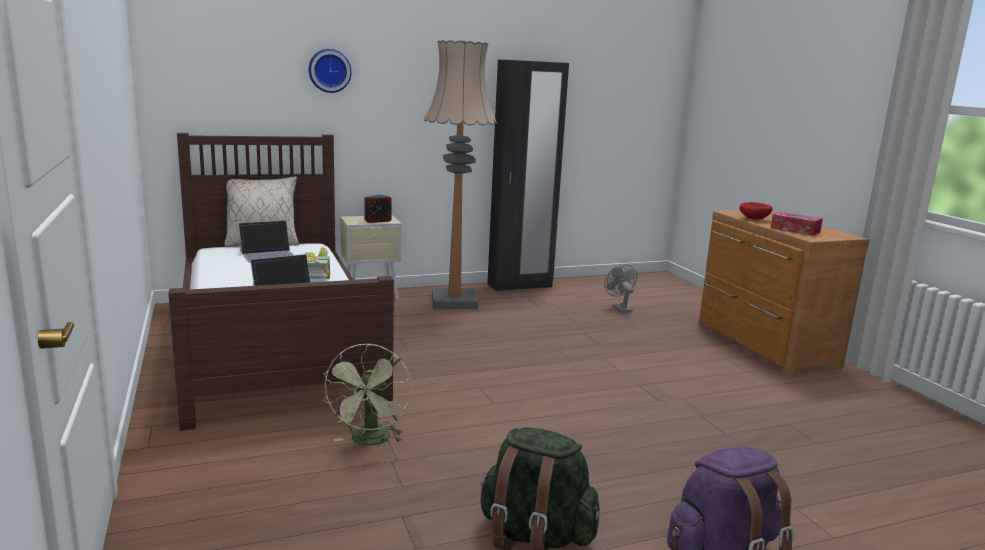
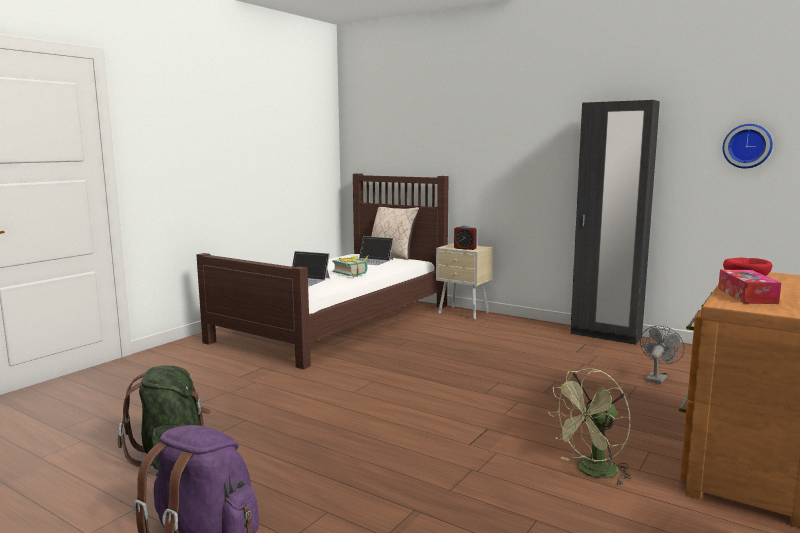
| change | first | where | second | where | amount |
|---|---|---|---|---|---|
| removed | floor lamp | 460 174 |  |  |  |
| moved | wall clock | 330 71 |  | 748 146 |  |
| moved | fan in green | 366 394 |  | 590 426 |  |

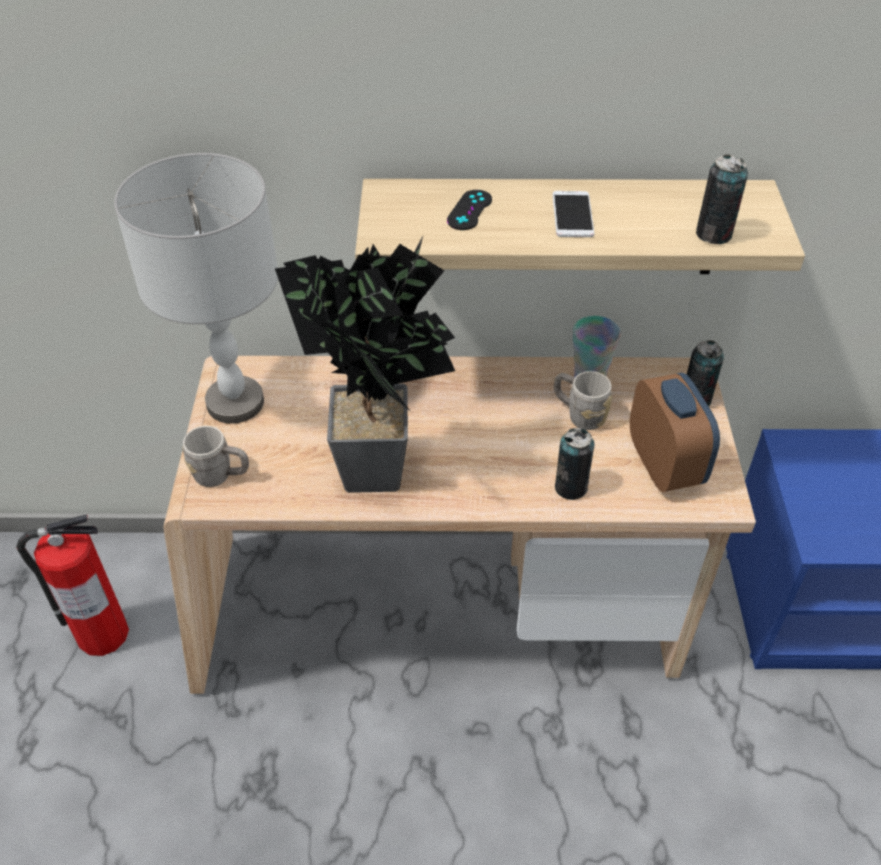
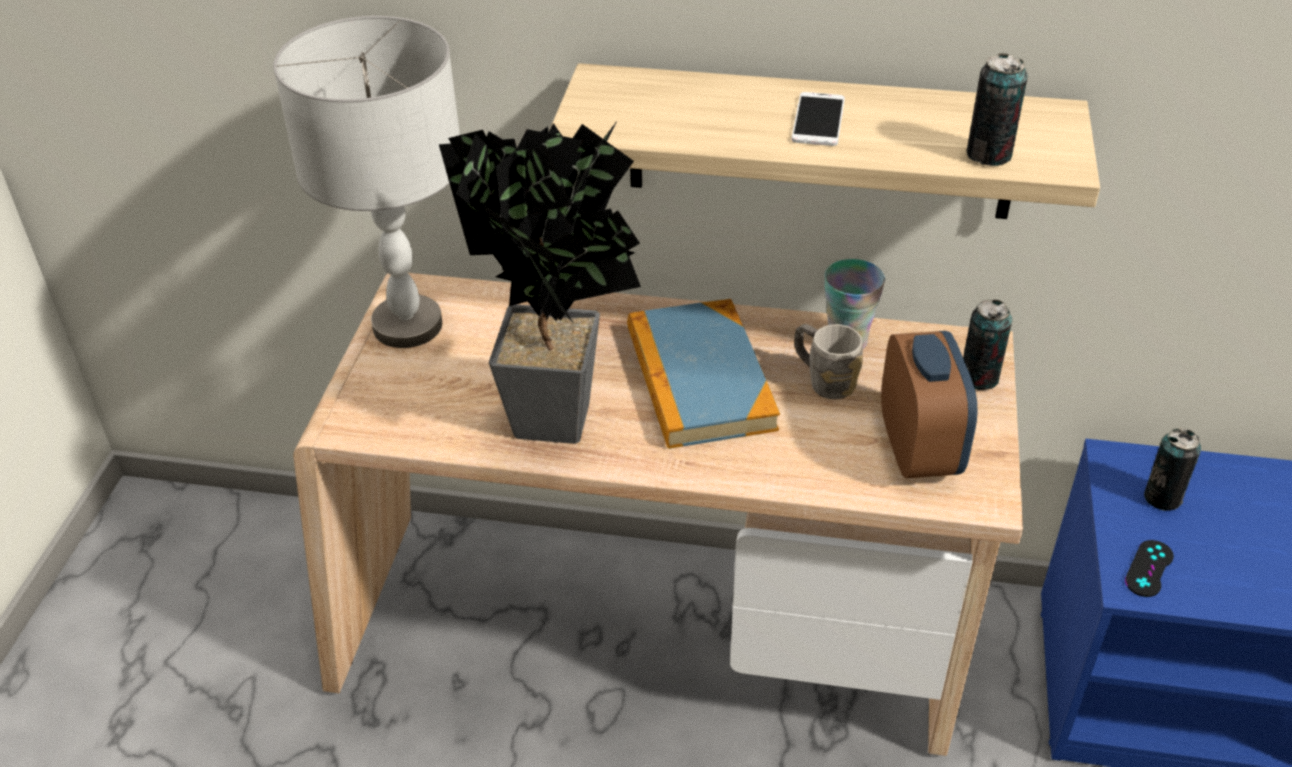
| change | first | where | second | where | amount |
|---|---|---|---|---|---|
| moved | game controller in black | 469 210 |  | 1149 568 |  |
| removed | mug in grey | 215 456 |  |  |  |
| moved | can | 575 464 |  | 1172 469 |  |
| removed | fire extinguisher | 72 585 |  |  |  |
| added |  |  | book | 703 374 |  |

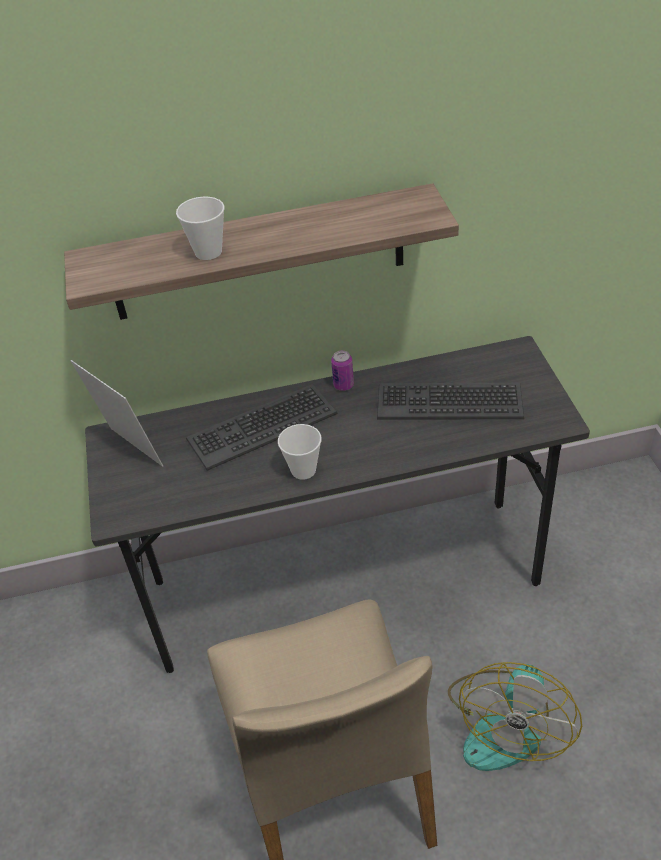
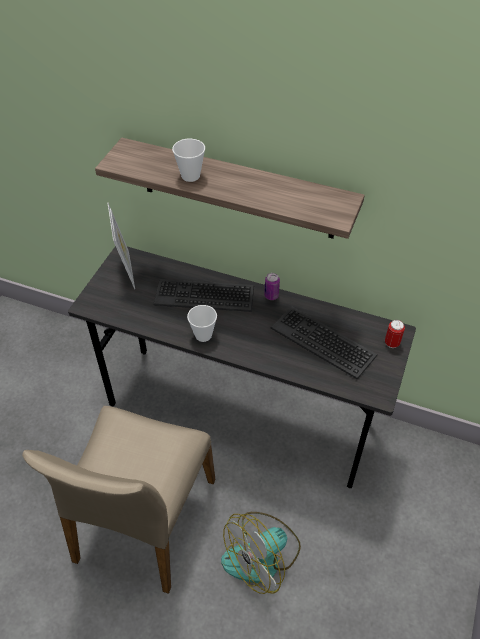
| change | first | where | second | where | amount |
|---|---|---|---|---|---|
| added |  |  | can | 395 334 |  |

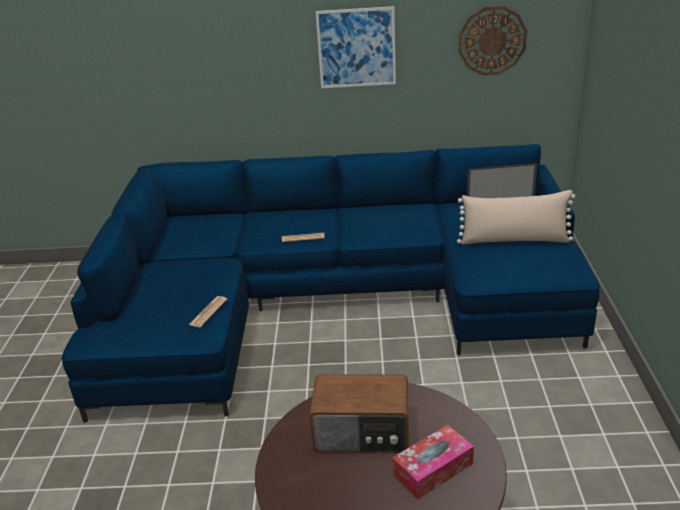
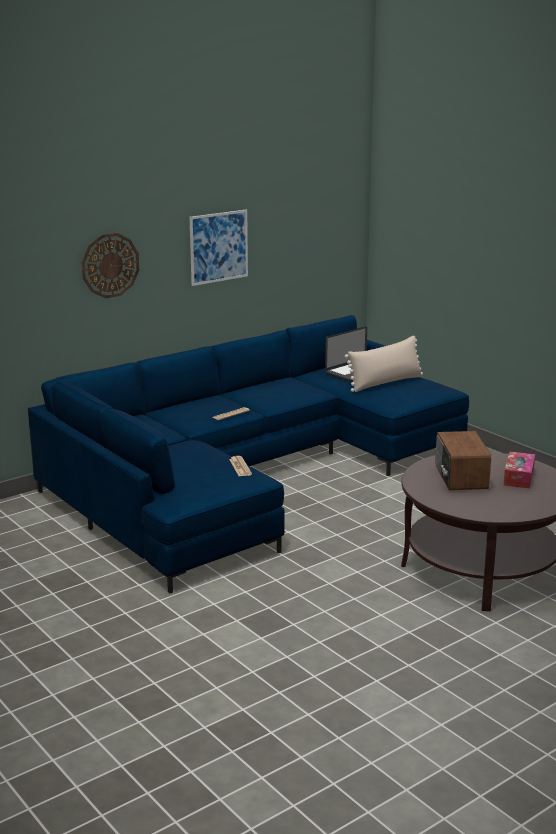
| change | first | where | second | where | amount |
|---|---|---|---|---|---|
| moved | wall clock | 492 40 |  | 110 265 |  |
| turned | radio | 359 413 |  | 463 460 | 120 degrees clockwise |

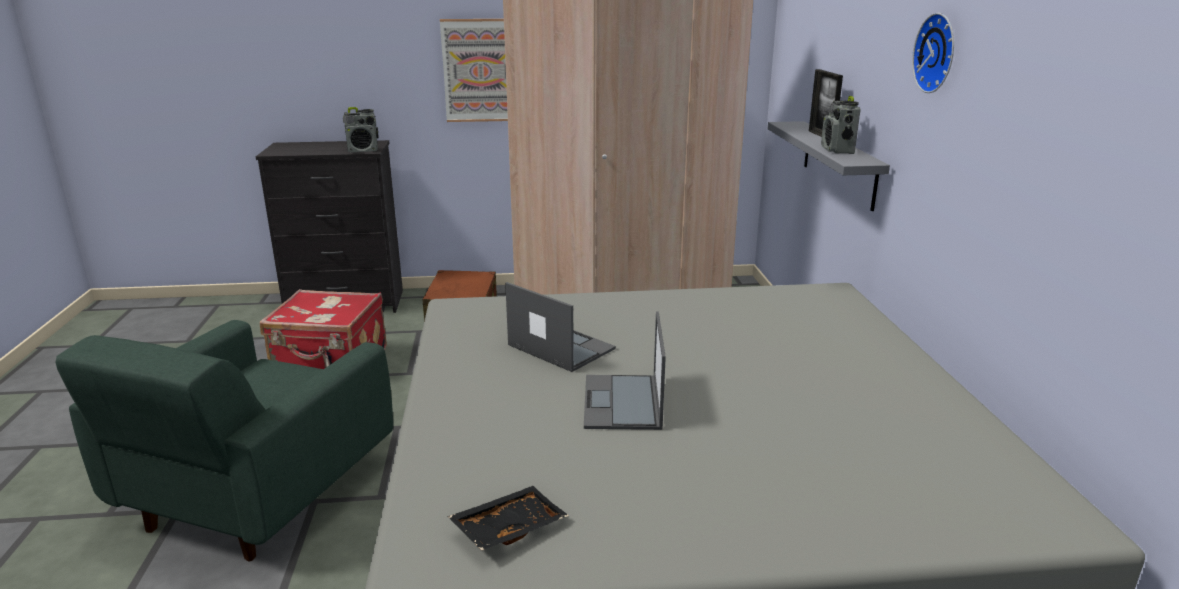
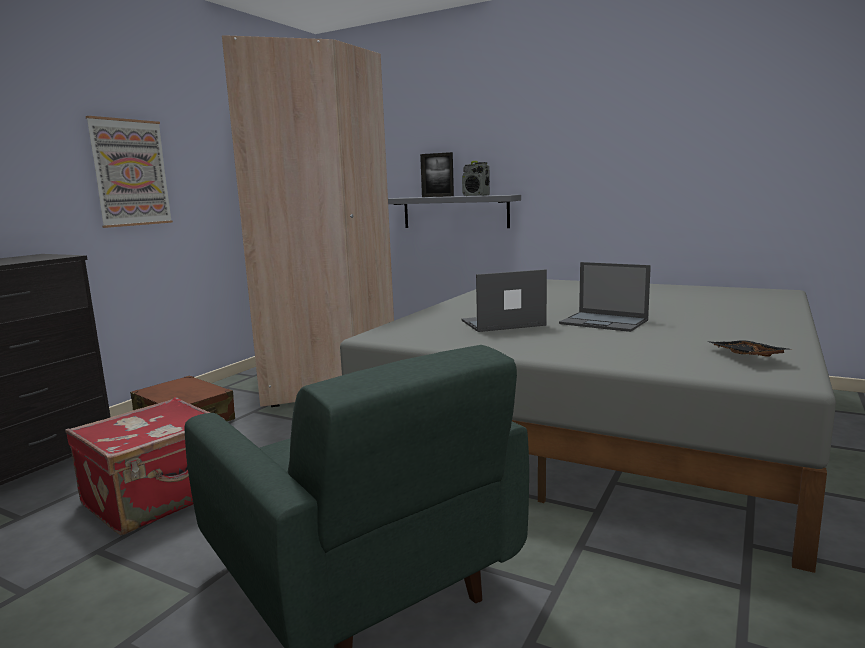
| change | first | where | second | where | amount |
|---|---|---|---|---|---|
| removed | wall clock | 933 53 |  |  |  |
| removed | radio | 361 129 |  |  |  |

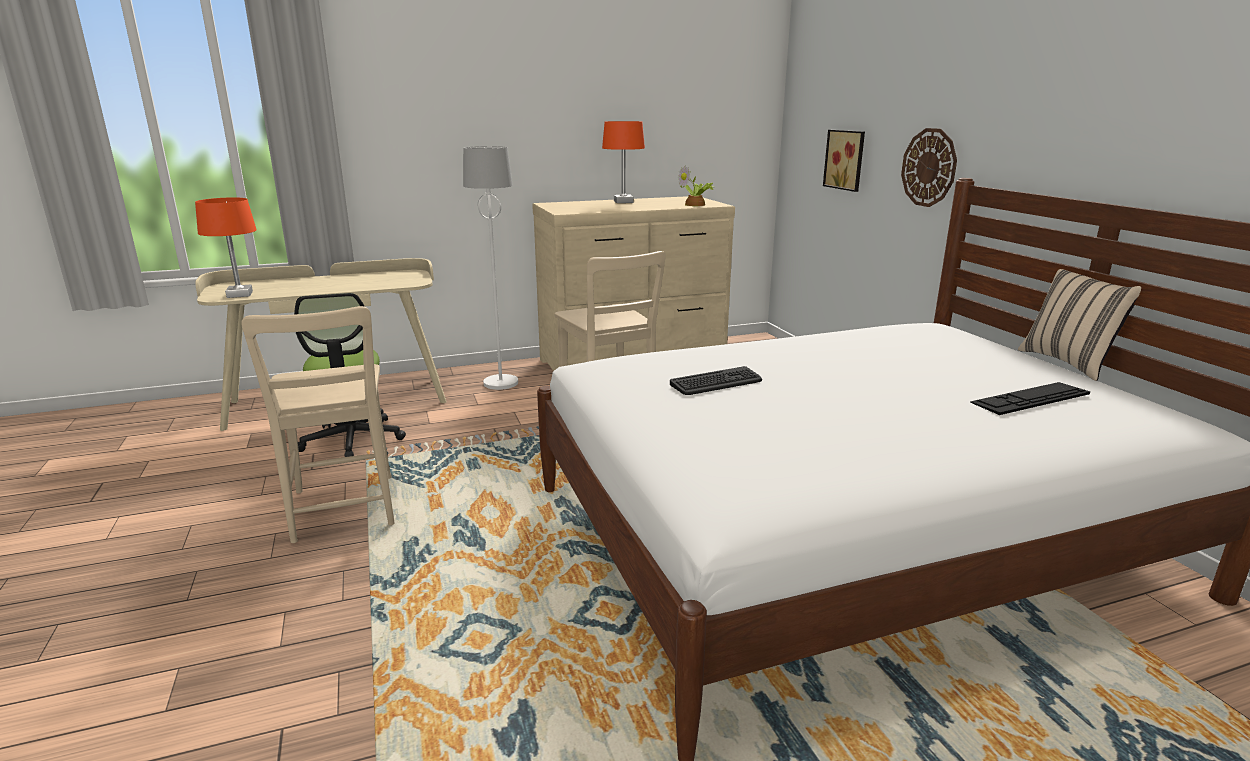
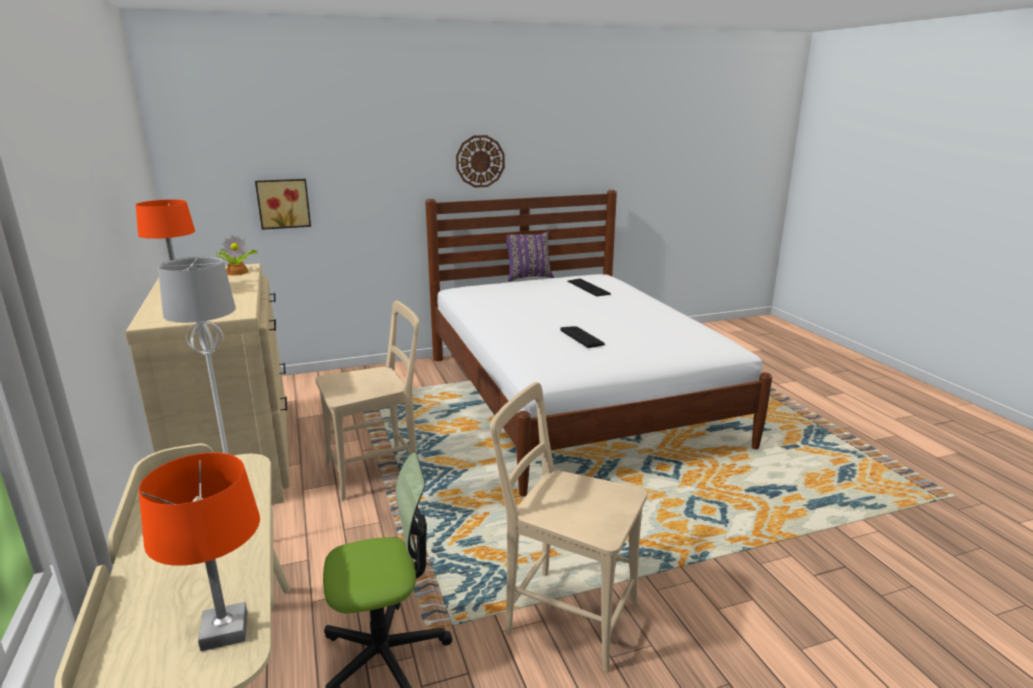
| change | first | where | second | where | amount |
|---|---|---|---|---|---|
| moved | wall clock | 929 167 |  | 480 161 |  |
| recoloured | pillow in beige | 1079 325 | pillow in purple | 530 256 |  |
| turned | chair in beige | 318 424 |  | 569 527 | 135 degrees counterclockwise |

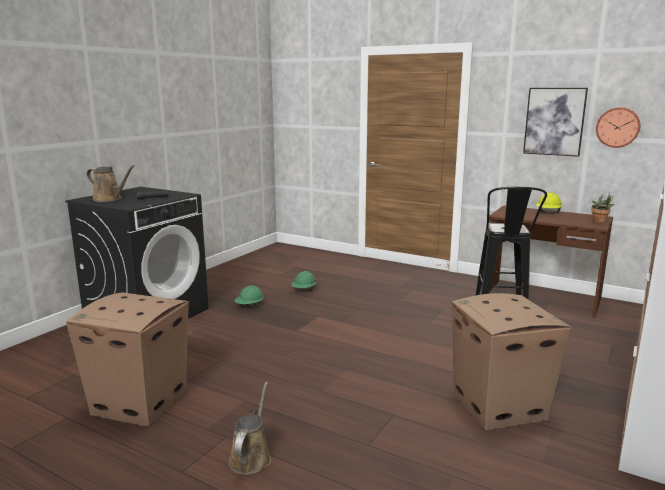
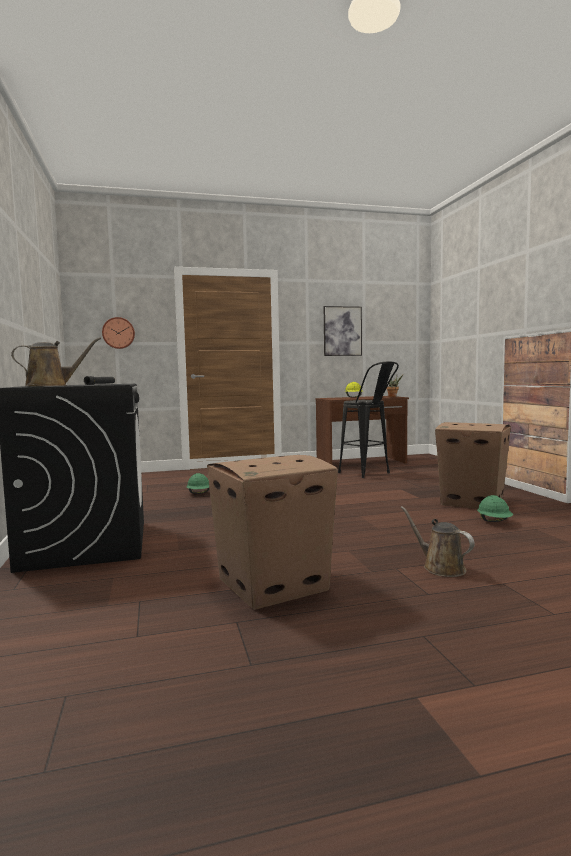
| change | first | where | second | where | amount |
|---|---|---|---|---|---|
| moved | wall clock | 618 127 |  | 118 333 |  |
| moved | hard hat in green | 249 296 |  | 495 508 |  |

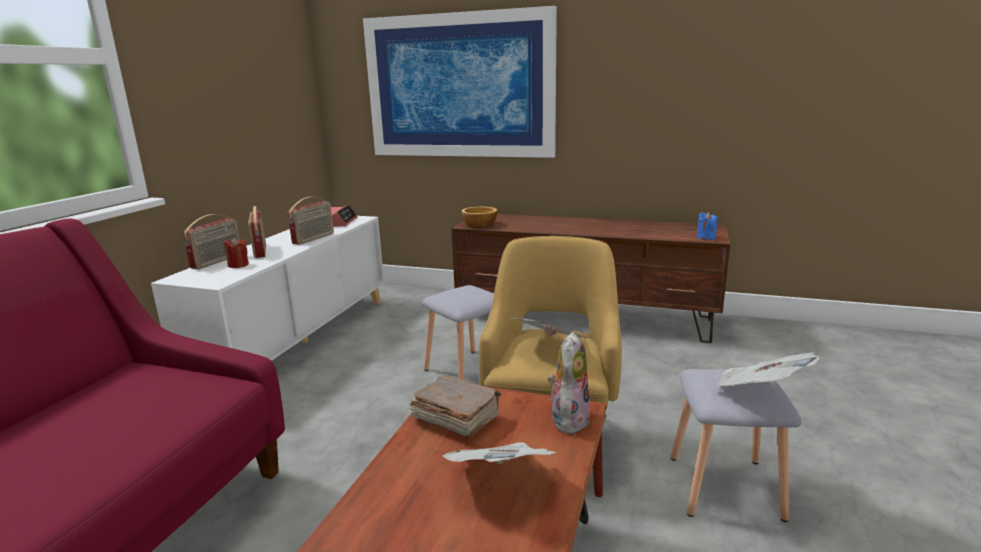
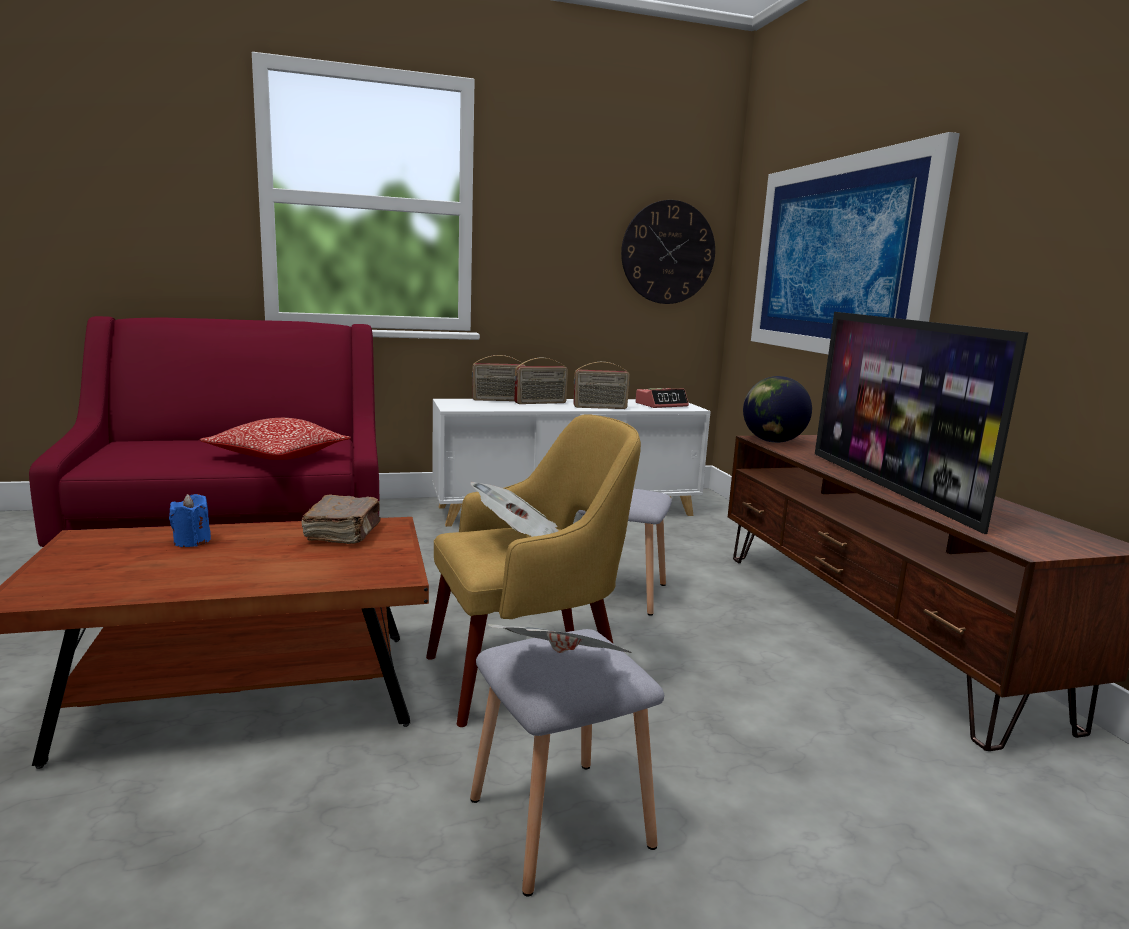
| change | first | where | second | where | amount |
|---|---|---|---|---|---|
| turned | radio | 257 232 |  | 541 381 | 150 degrees counterclockwise |
| replaced | bowl | 479 217 | globe | 777 409 |  |
| moved | candle in blue | 707 226 |  | 190 520 |  |
| removed | candle in red | 236 253 |  |  |  |
| removed | plush toy | 569 383 |  |  |  |
| removed | newspaper | 499 453 |  |  |  |
| added |  |  | wall clock | 668 252 |  |
| added |  |  | television | 921 423 |  |
| added |  |  | pillow | 275 439 |  |

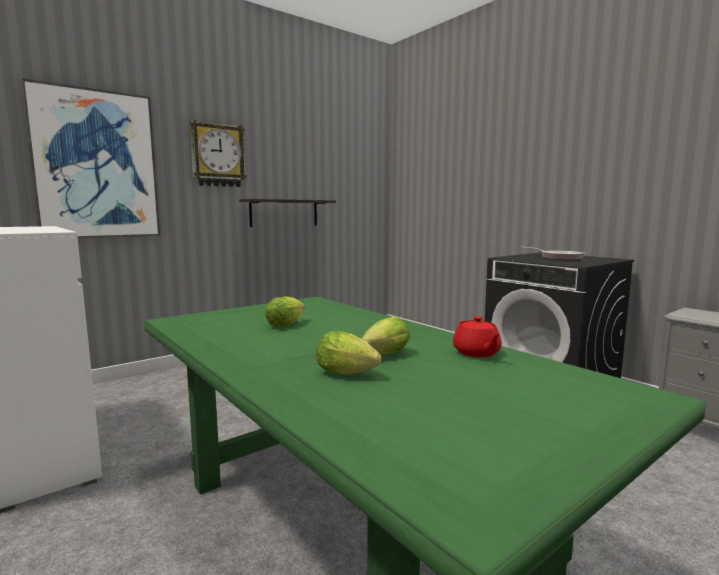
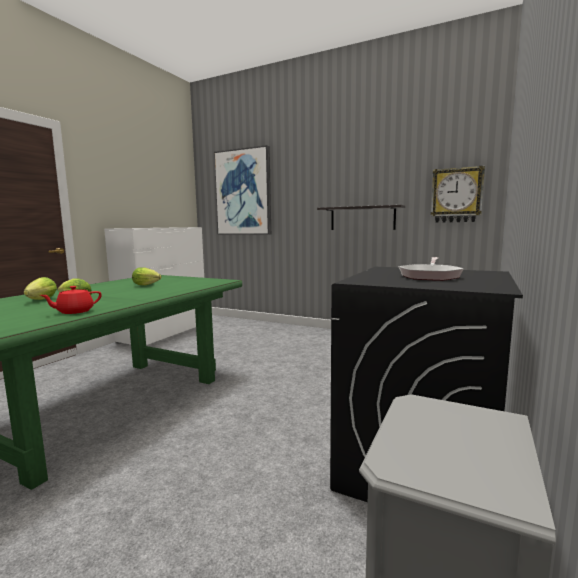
| change | first | where | second | where | amount |
|---|---|---|---|---|---|
| moved | wall clock | 218 153 |  | 458 194 |  |

